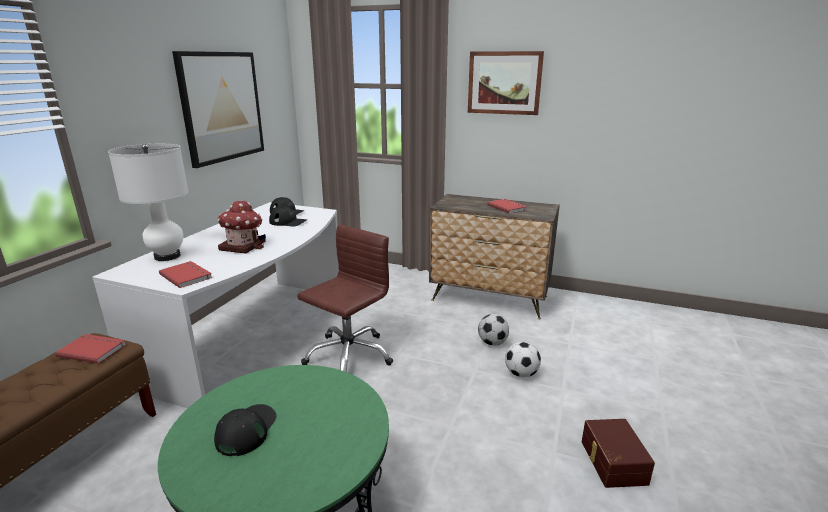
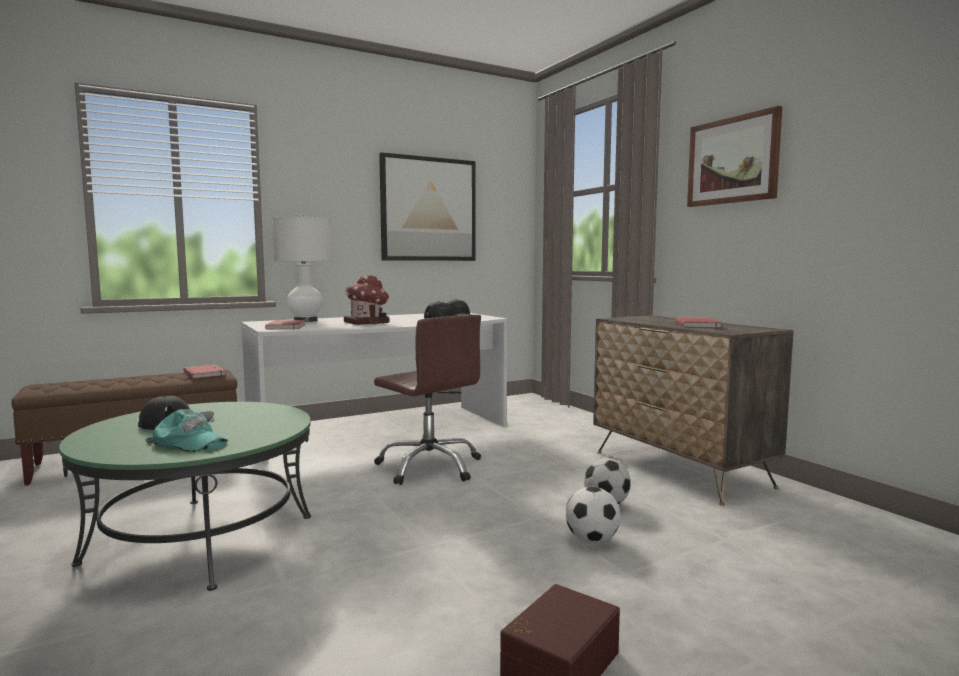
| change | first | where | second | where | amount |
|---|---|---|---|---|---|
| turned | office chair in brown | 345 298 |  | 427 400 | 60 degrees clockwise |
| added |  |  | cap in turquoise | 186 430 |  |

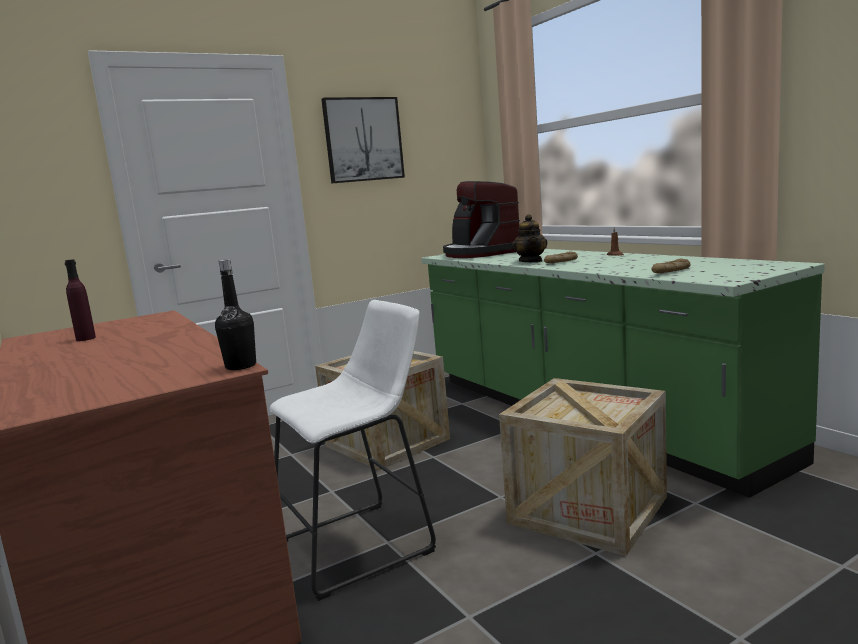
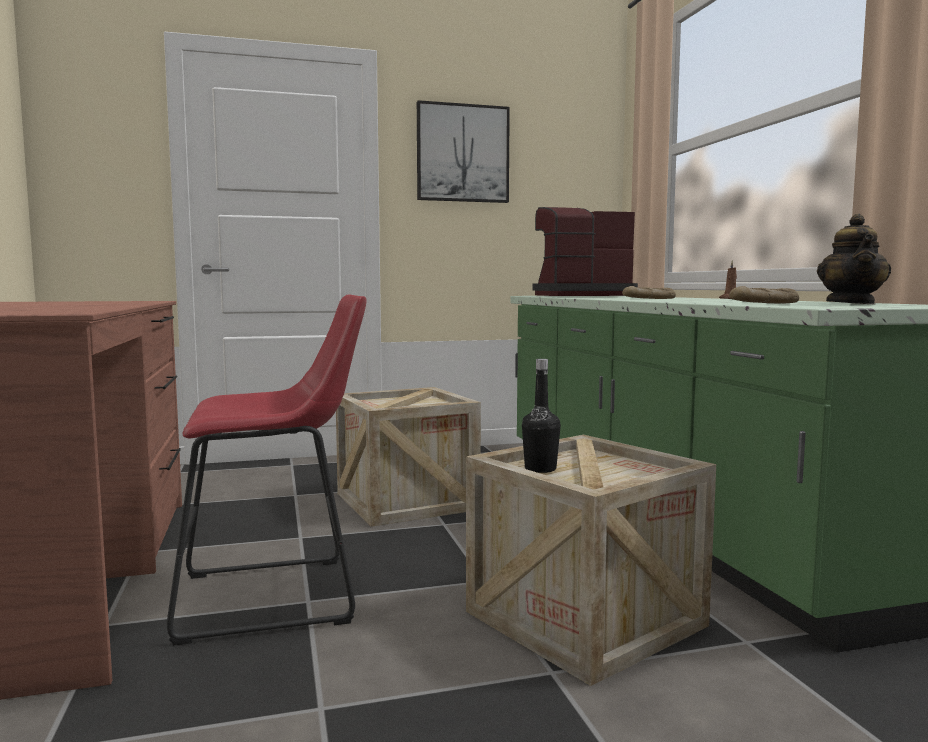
| change | first | where | second | where | amount |
|---|---|---|---|---|---|
| turned | coffee machine | 481 219 |  | 585 251 | 90 degrees clockwise |
| moved | teapot | 530 238 |  | 854 259 |  |
| removed | bottle in purple | 80 300 |  |  |  |
| moved | bottle in black | 235 314 |  | 541 416 |  |
| recoloured | stool in white | 353 450 | stool in red | 266 470 |  |

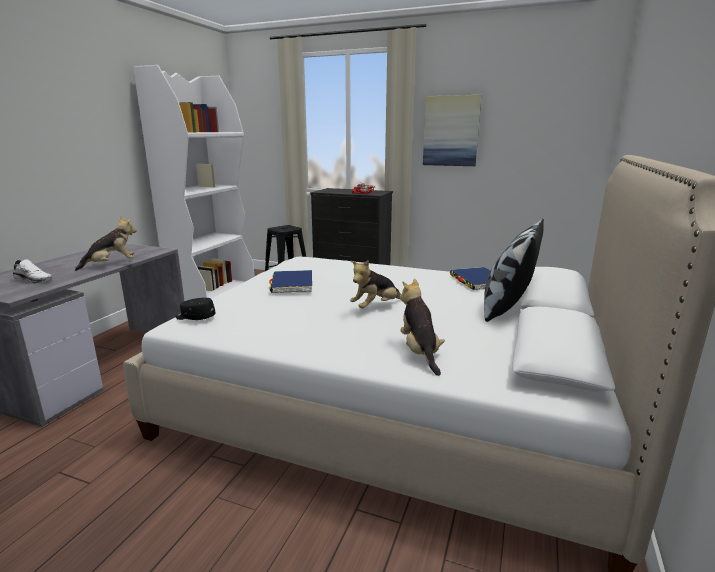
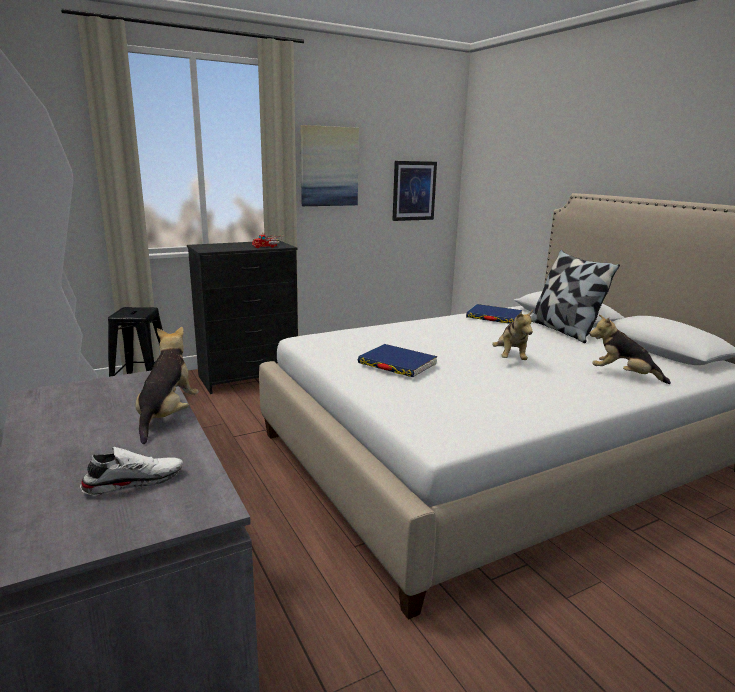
| change | first | where | second | where | amount |
|---|---|---|---|---|---|
| removed | cap in black | 195 309 |  |  |  |
| added |  |  | picture | 414 191 |  |

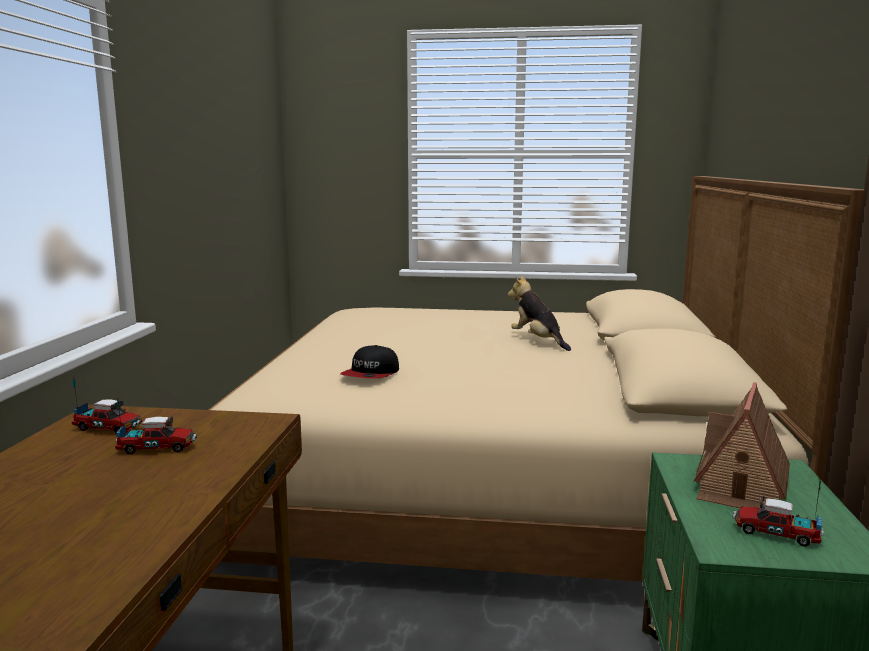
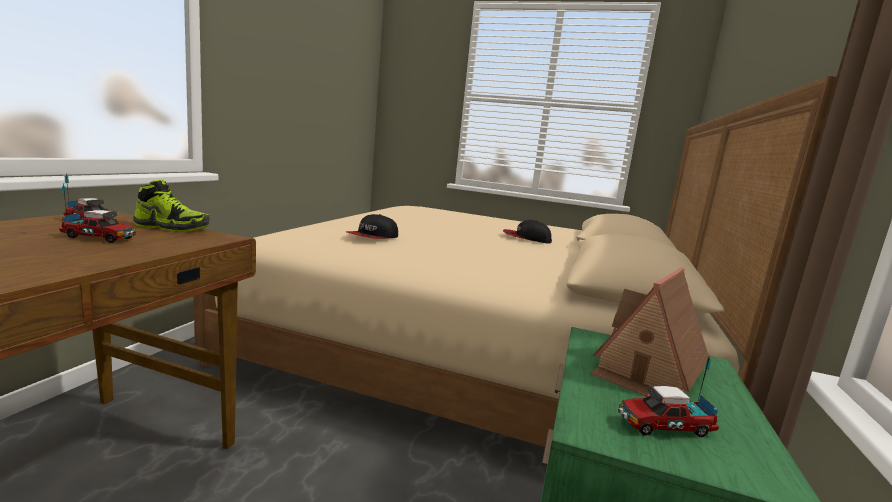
| change | first | where | second | where | amount |
|---|---|---|---|---|---|
| replaced | plush toy | 539 313 | cap | 527 232 |  |
| turned | toy truck | 778 512 |  | 668 396 | 45 degrees counterclockwise |
| added |  |  | shoe | 171 205 |  |

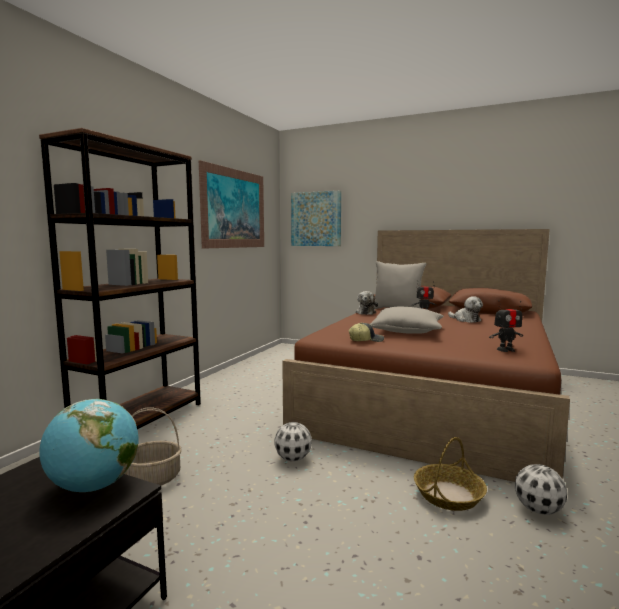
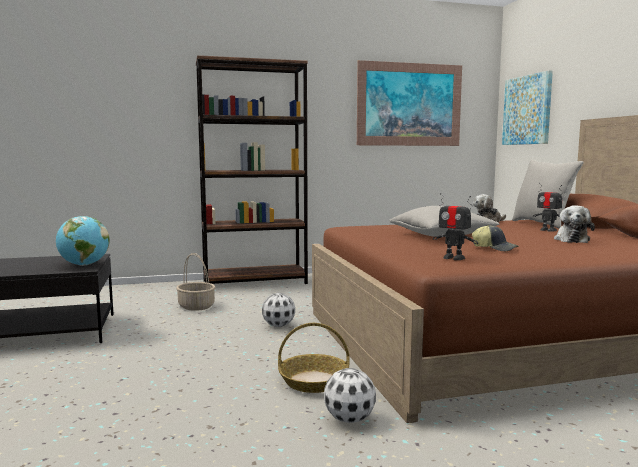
| change | first | where | second | where | amount |
|---|---|---|---|---|---|
| moved | cap | 366 332 |  | 495 238 |  |

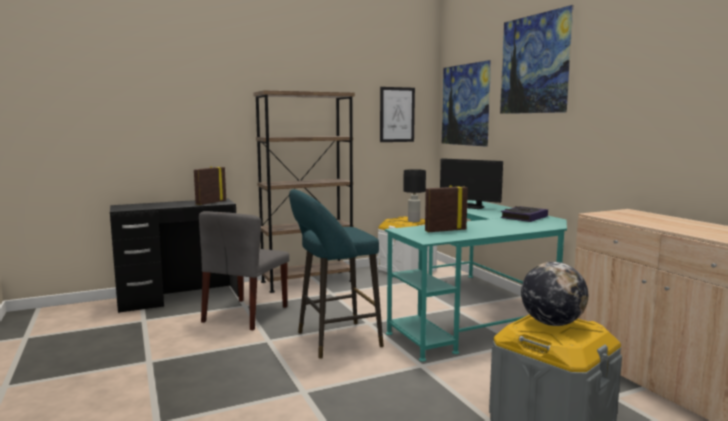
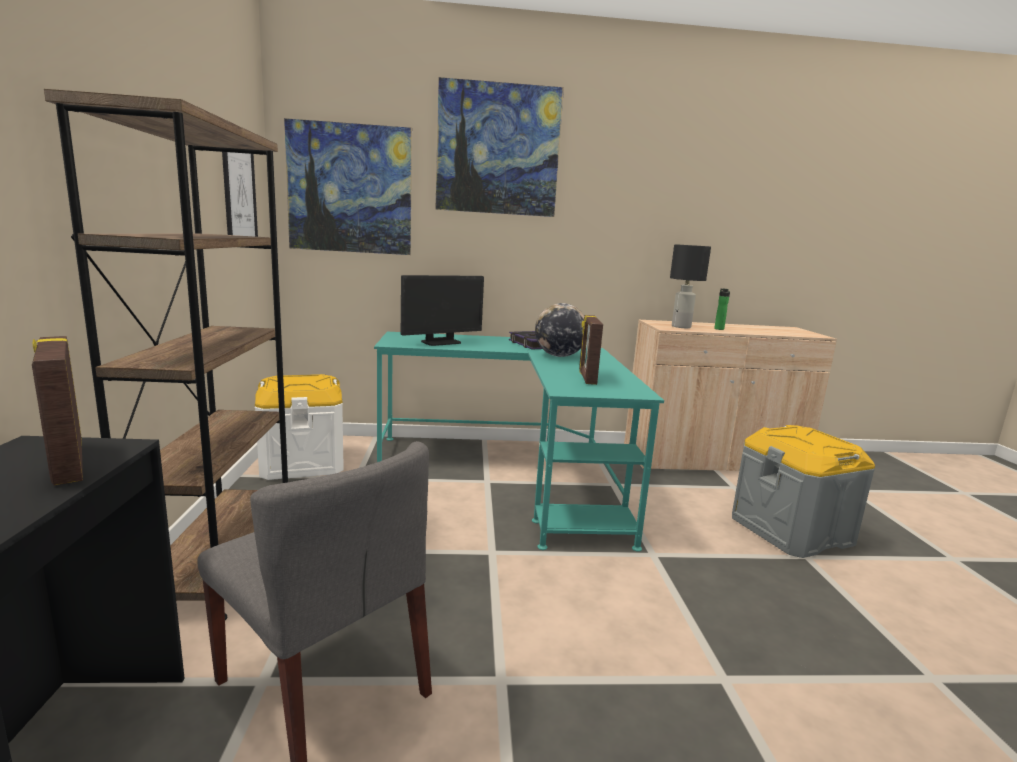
| change | first | where | second | where | amount |
|---|---|---|---|---|---|
| moved | table lamp in black | 414 195 |  | 690 286 |  |
| removed | stool in turquoise | 336 274 |  |  |  |
| moved | globe | 554 294 |  | 559 330 |  |
| added |  |  | bottle | 722 309 |  |

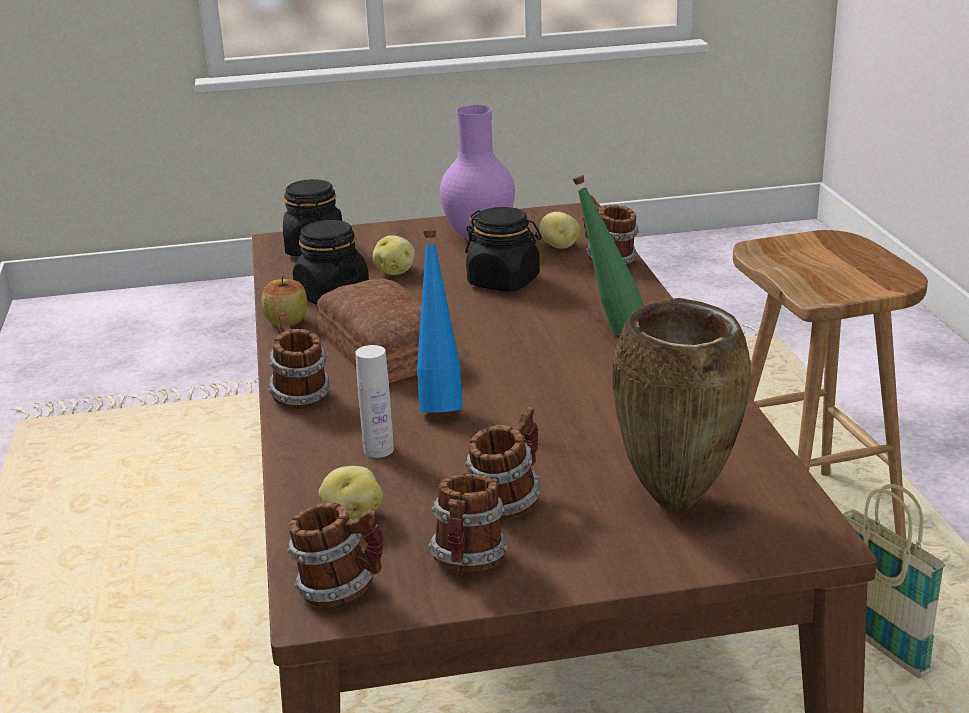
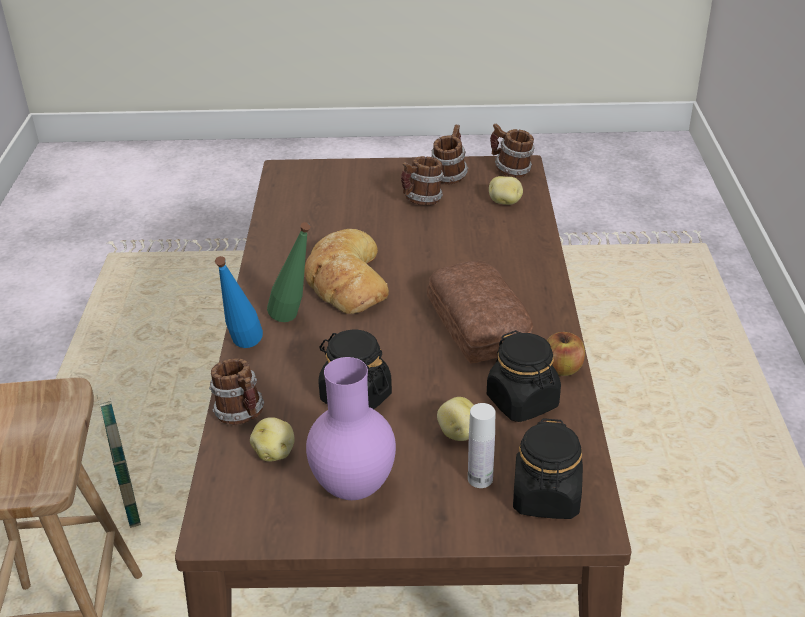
| change | first | where | second | where | amount |
|---|---|---|---|---|---|
| moved | bottle in blue | 440 321 |  | 239 302 |  |
| removed | vase in brown | 682 404 |  |  |  |
| removed | mug | 299 361 |  |  |  |
| moved | bottle in white | 374 401 |  | 481 445 |  |
| added |  |  | bread | 347 271 |  |

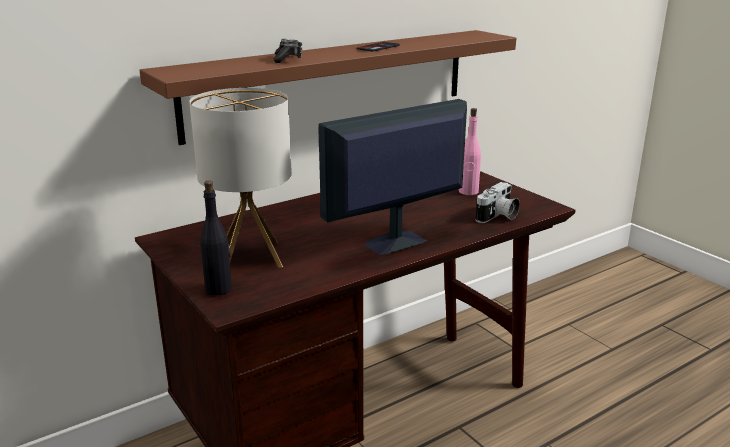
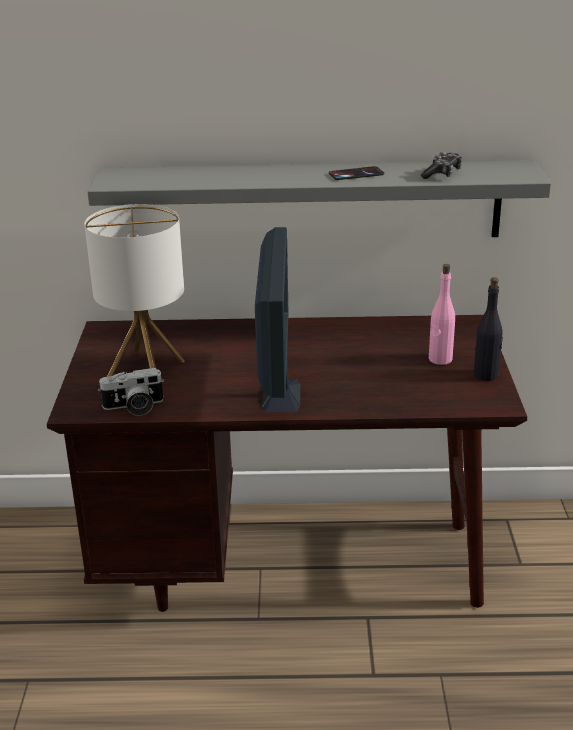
| change | first | where | second | where | amount |
|---|---|---|---|---|---|
| recoloured | shelf in brown | 327 87 | shelf in grey | 319 198 |  |
| moved | game controller | 287 50 |  | 442 165 |  |
| turned | monitor | 392 177 |  | 277 319 | 90 degrees clockwise |
| moved | bottle in black | 216 237 |  | 488 329 |  |
| moved | photo camera | 498 202 |  | 131 392 |  |

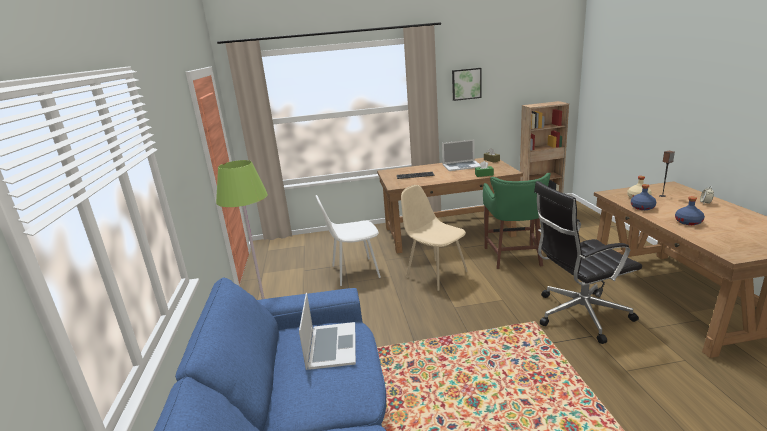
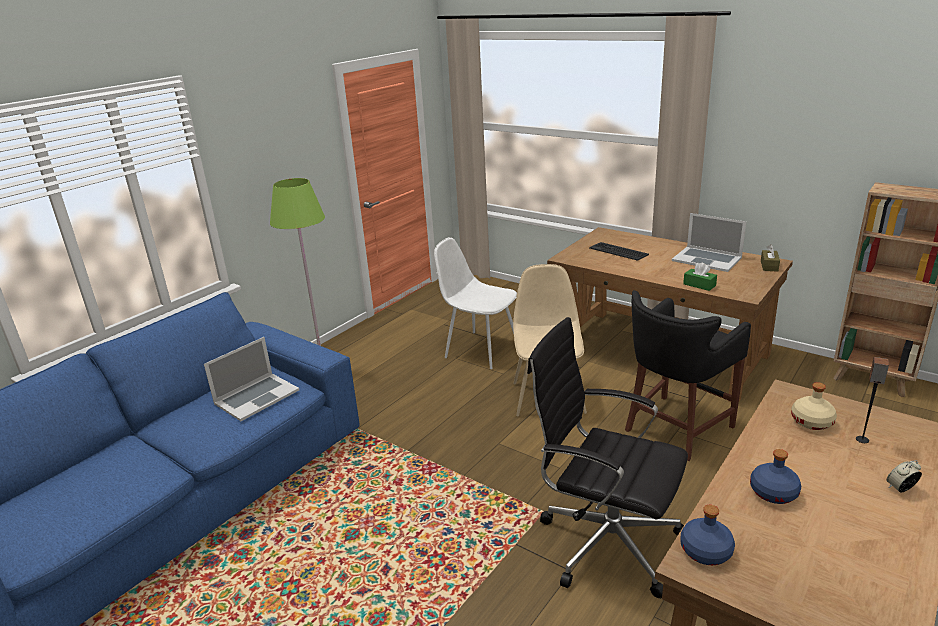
| change | first | where | second | where | amount |
|---|---|---|---|---|---|
| removed | picture | 467 84 |  |  |  |
| recoloured | stool in green | 517 221 | stool in black | 688 375 |  |
| moved | bottle in blue | 643 197 |  | 707 535 |  |

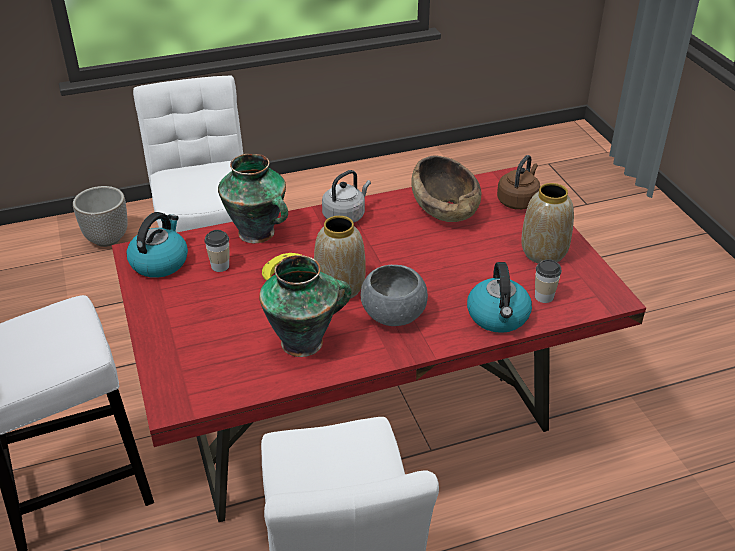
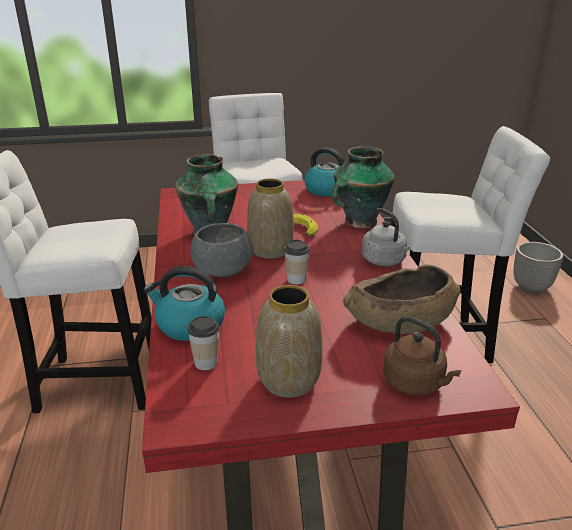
| change | first | where | second | where | amount |
|---|---|---|---|---|---|
| moved | cup | 216 251 |  | 297 262 |  |

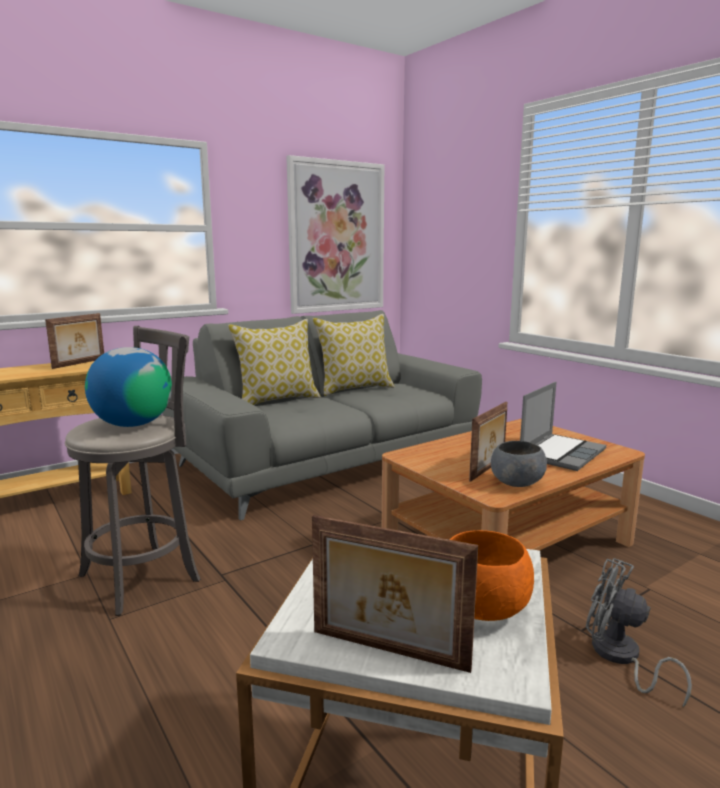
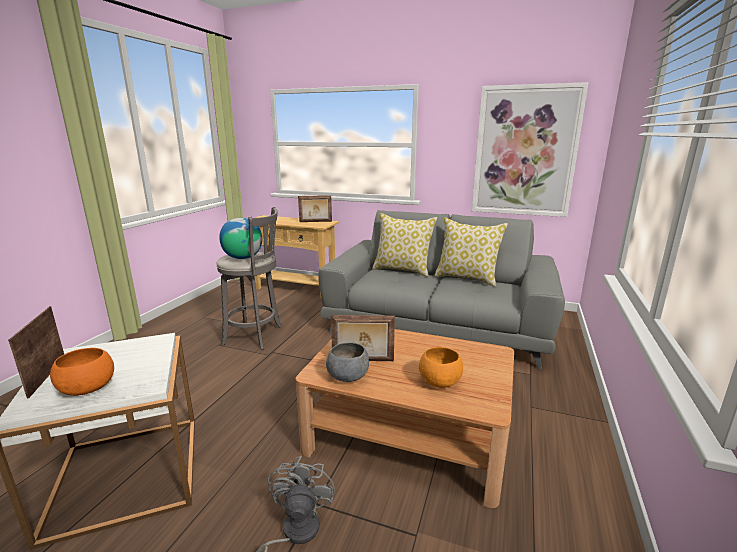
| change | first | where | second | where | amount |
|---|---|---|---|---|---|
| replaced | laptop | 563 426 | bowl in orange | 441 367 |  |

